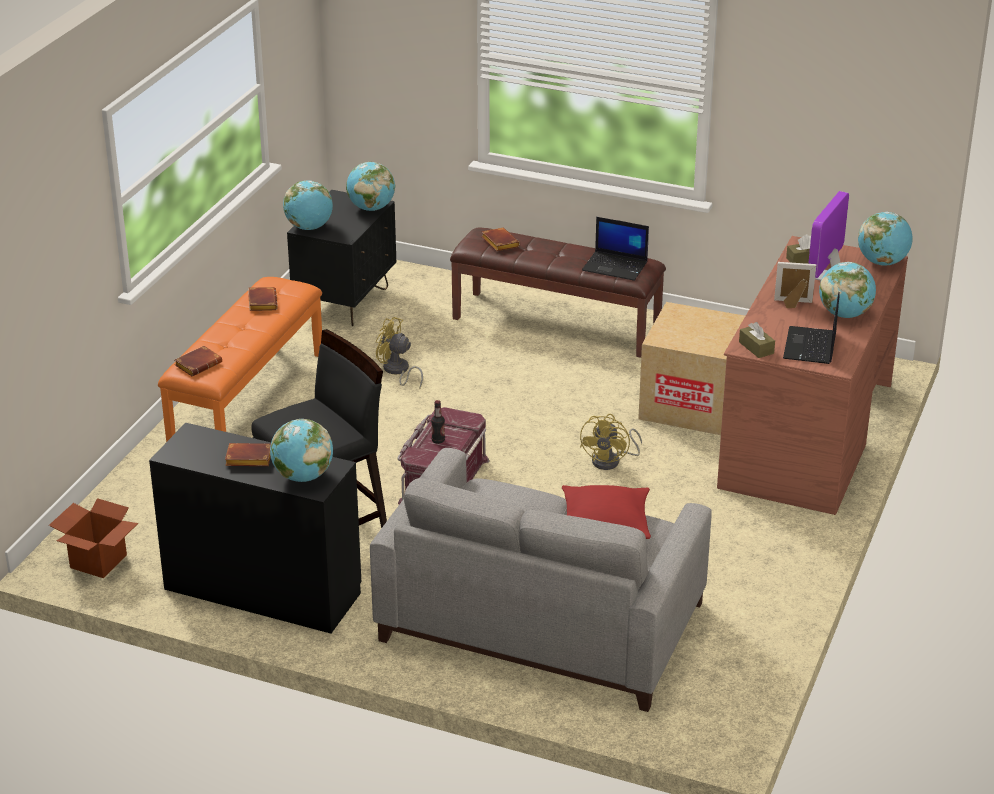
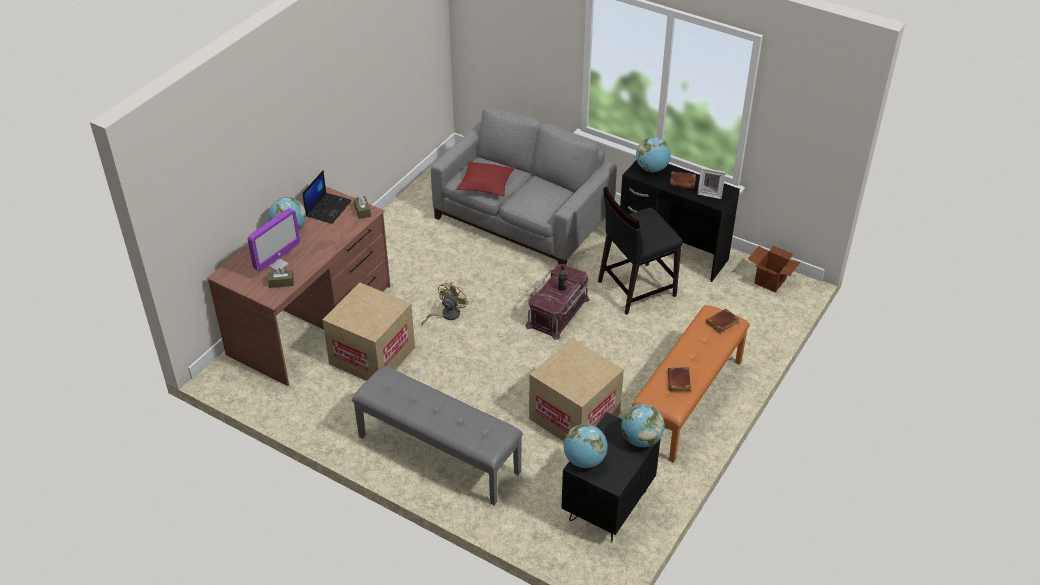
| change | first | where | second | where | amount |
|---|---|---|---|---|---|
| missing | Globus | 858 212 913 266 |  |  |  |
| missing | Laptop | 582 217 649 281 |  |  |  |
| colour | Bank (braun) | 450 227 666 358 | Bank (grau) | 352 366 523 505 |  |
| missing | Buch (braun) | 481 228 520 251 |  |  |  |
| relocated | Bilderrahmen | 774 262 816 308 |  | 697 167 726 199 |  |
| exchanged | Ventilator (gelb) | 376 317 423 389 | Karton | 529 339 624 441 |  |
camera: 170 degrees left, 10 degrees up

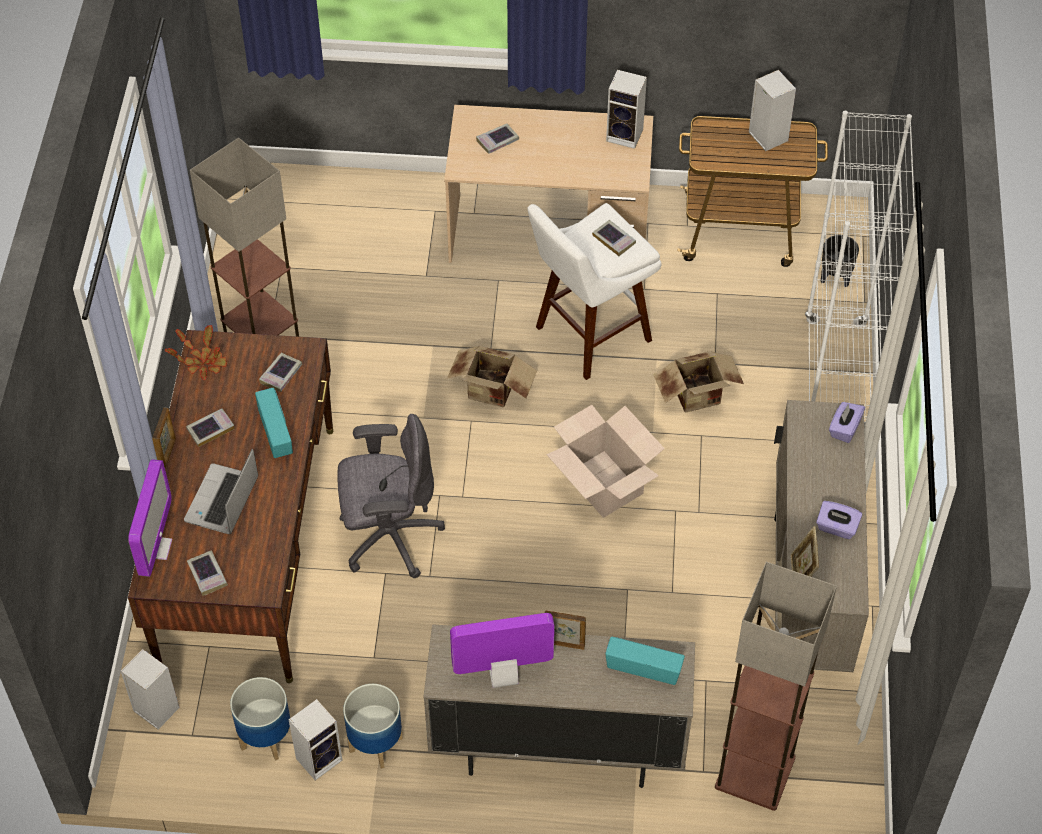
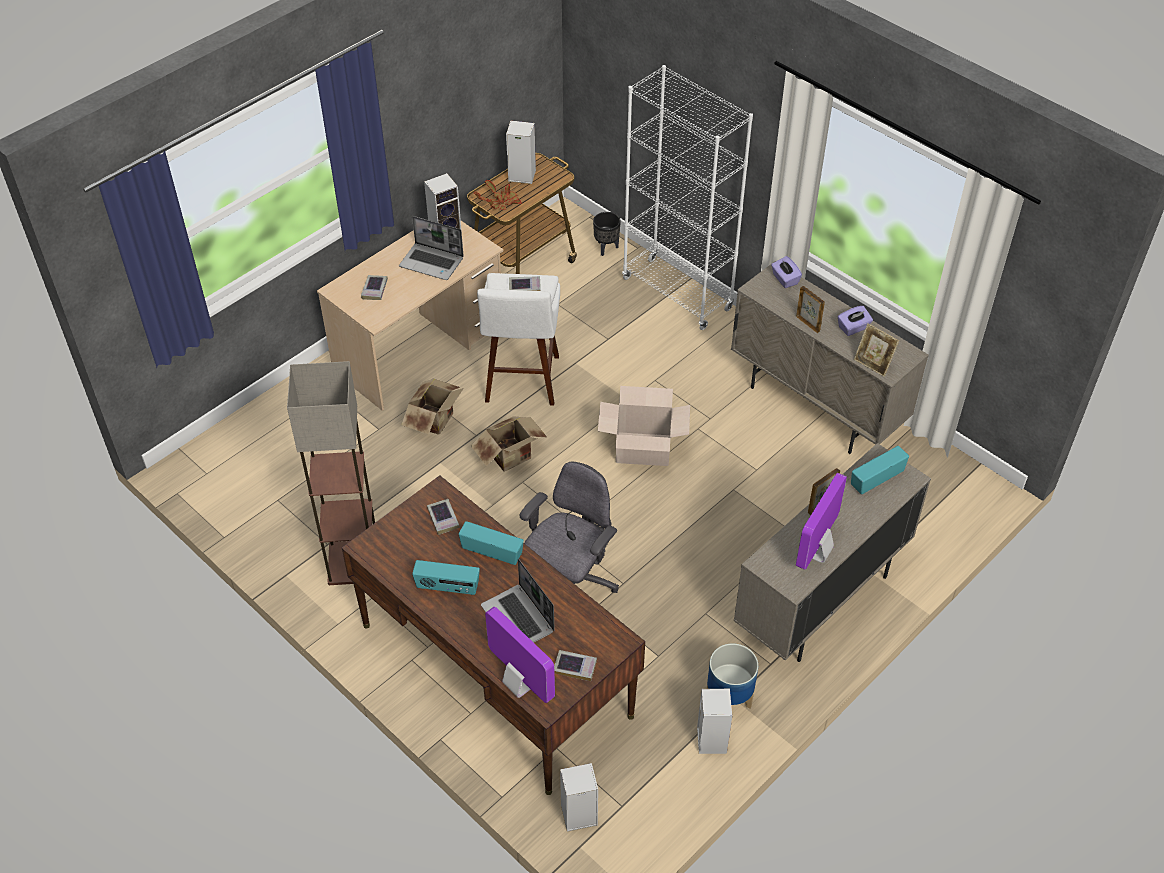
| change | first | where | second | where | amount |
|---|---|---|---|---|---|
| relocated | Topfpflanze | 165 325 227 380 |  | 474 180 522 210 |  |
| relocated | Karton | 654 351 744 413 |  | 401 379 464 435 |  |
| relocated | Bilderrahmen | 152 407 176 468 |  | 796 286 825 333 |  |
| exchanged | Buch | 186 409 235 447 | Radio | 412 560 480 595 |  |
| missing | Stehlampe | 715 562 837 811 |  |  |  |
| missing | Pflanzkübel | 230 677 290 761 |  |  |  |
| appeared |  |  | Laptop | 399 216 464 280 |  |
camera: 50 degrees left, 5 degrees down

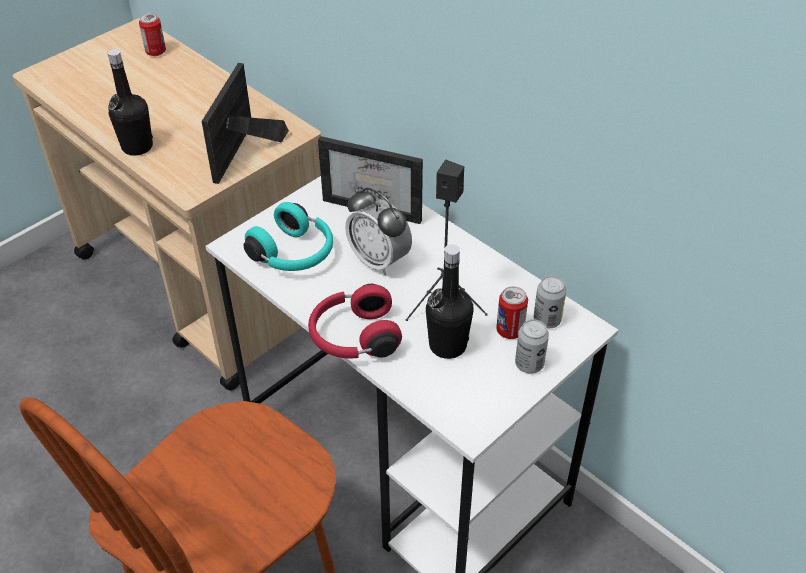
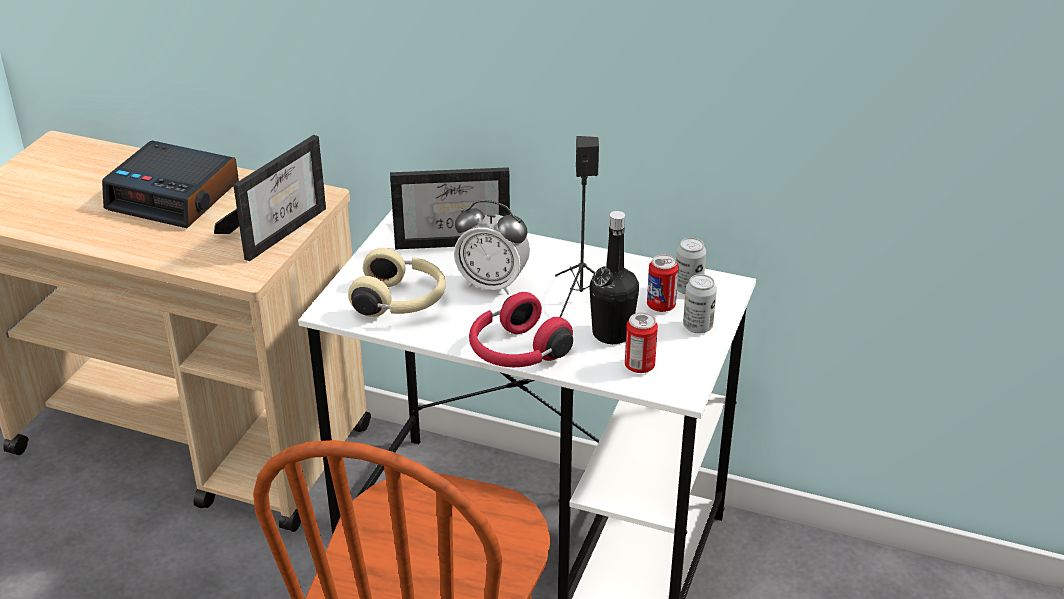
| change | first | where | second | where | amount |
|---|---|---|---|---|---|
| relocated | Dose | 139 13 166 56 |  | 625 313 658 373 |  |
| missing | Flasche (schwarz) | 108 49 153 156 |  |  |  |
| spun | Bilderrahmen | 201 63 289 184 |  | 214 135 326 262 | 135 degrees counterclockwise |
| colour | Kopfhörer (türkis) | 244 202 333 271 | Kopfhörer (beige) | 348 248 446 317 |  |
| appeared |  |  | Wecker | 102 141 239 228 |  |
camera: 25 degrees left, 10 degrees down

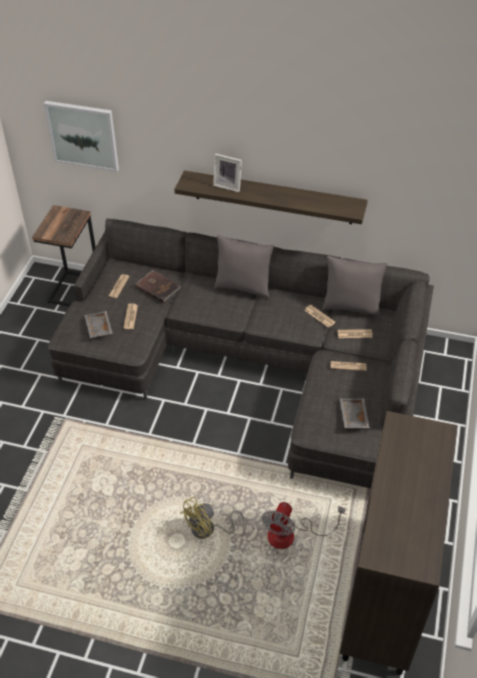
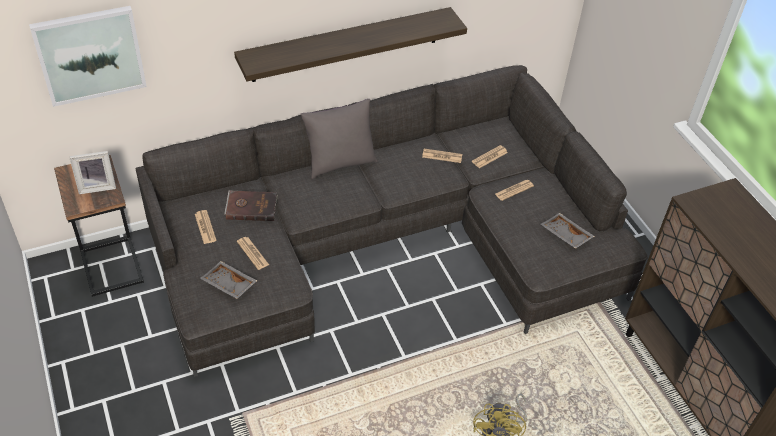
| change | first | where | second | where | amount |
|---|---|---|---|---|---|
| relocated | Bilderrahmen | 213 153 242 192 |  | 69 151 116 194 |  |
| missing | Kissen (grau) | 322 256 388 317 |  |  |  |
| missing | Ventilator | 262 502 345 549 |  |  |  |
camera: 40 degrees left, 0 degrees up

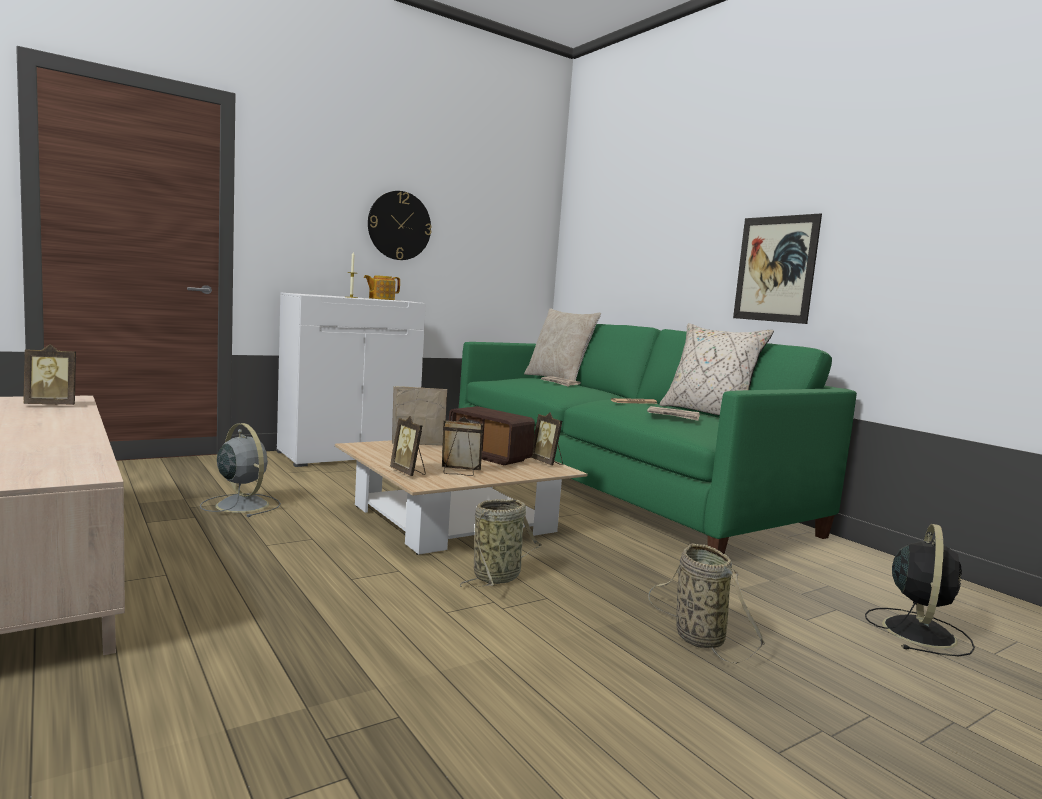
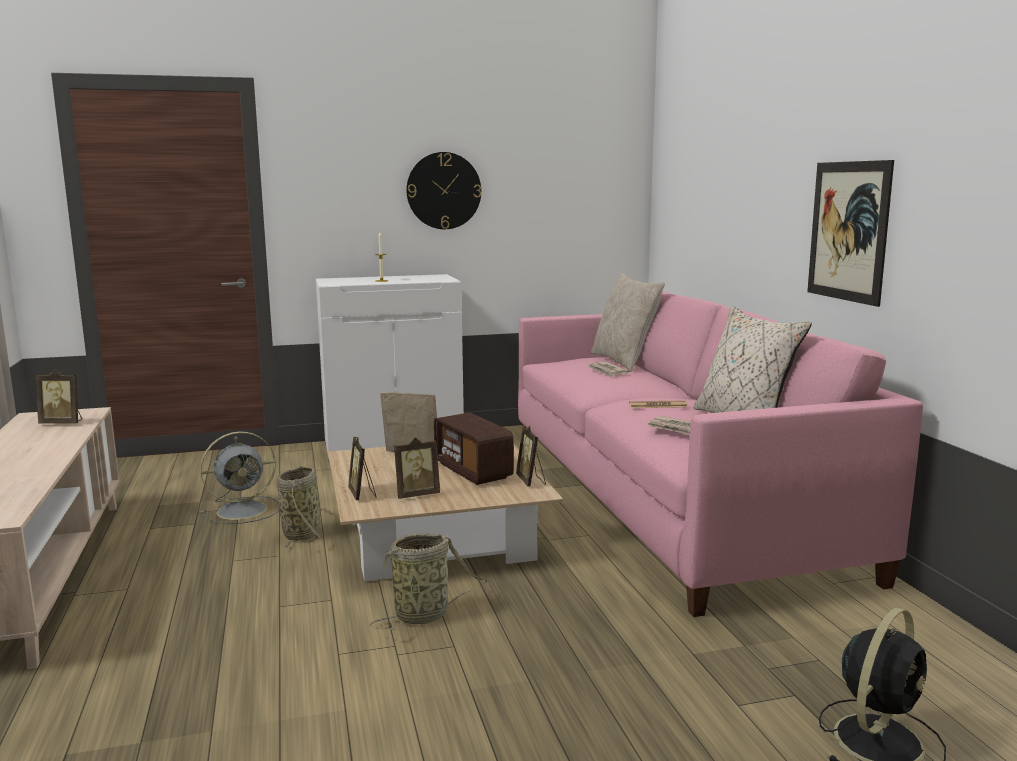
| change | first | where | second | where | amount |
|---|---|---|---|---|---|
| missing | Teekanne | 364 275 400 300 |  |  |  |
| colour | Sofa (grün) | 459 324 857 554 | Sofa (rosa) | 518 291 923 617 |  |
| spun | Bilderrahmen | 442 417 483 476 |  | 394 437 440 499 | 135 degrees clockwise |
| spun | Ventilator (grau) | 200 423 281 517 |  | 200 431 280 524 | 90 degrees clockwise |
| relocated | Korb | 648 544 765 664 |  | 277 466 322 549 |  |
camera: 20 degrees right, 5 degrees up

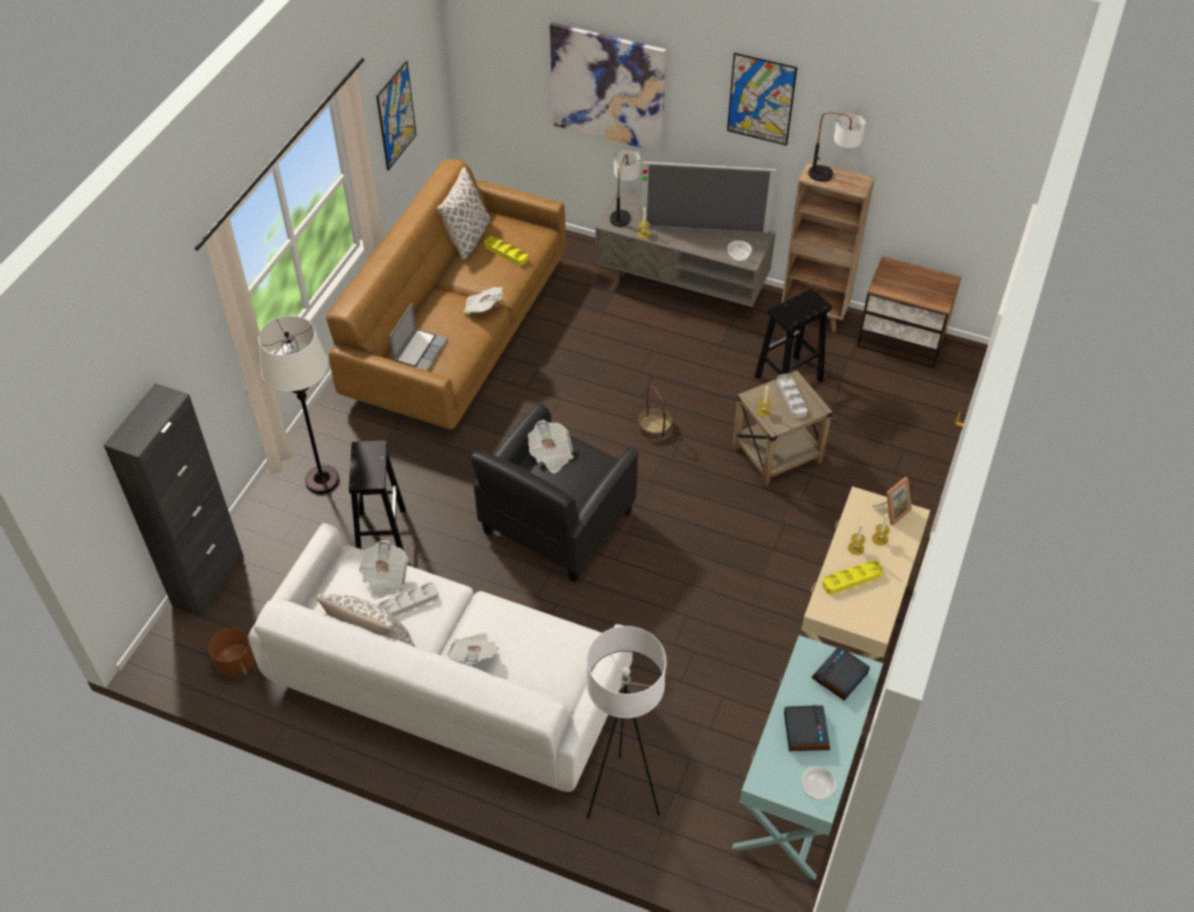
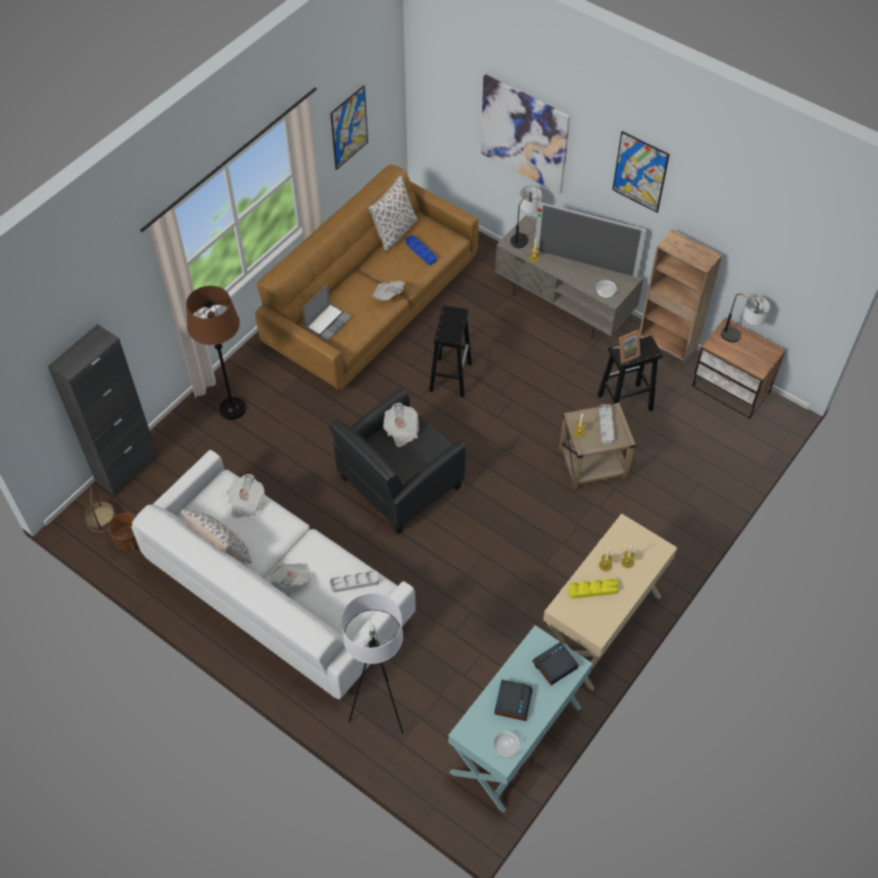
| change | first | where | second | where | amount |
|---|---|---|---|---|---|
| relocated | Tischlampe | 808 112 866 182 |  | 721 294 771 342 |  |
| colour | Tablett (gelb) | 484 236 528 266 | Tablett (blau) | 406 235 437 265 |  |
| colour | Stehlampe (weiß) | 259 316 339 494 | Stehlampe (braun) | 186 286 246 420 |  |
| relocated | Korb | 638 386 673 441 |  | 84 487 116 532 |  |
| relocated | Hocker (schwarz) | 349 440 406 550 |  | 429 306 472 397 |  |
| relocated | Bilderrahmen | 873 477 912 525 |  | 613 330 640 364 |  |
| relocated | Tablett (grau) | 378 582 439 617 |  | 330 570 379 592 |  |
camera: 15 degrees right, 5 degrees up

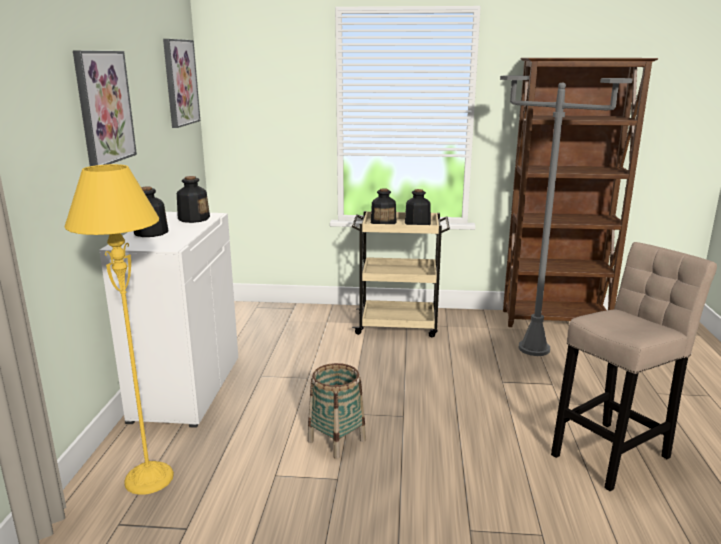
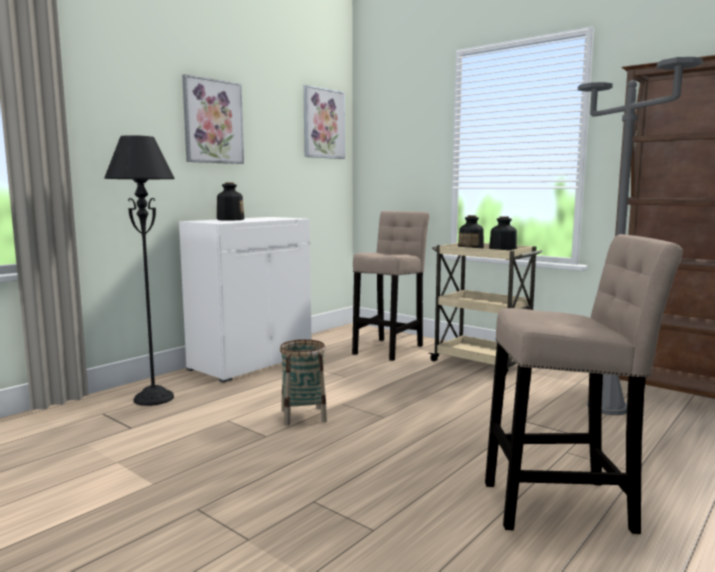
| change | first | where | second | where | amount |
|---|---|---|---|---|---|
| colour | Stehlampe (gelb) | 65 164 174 495 | Stehlampe (schwarz) | 104 135 175 406 |  |
| missing | Flasche | 177 176 210 223 |  |  |  |
| appeared |  |  | Hocker (beige) | 352 211 429 361 |  |
camera: 35 degrees right, 10 degrees down

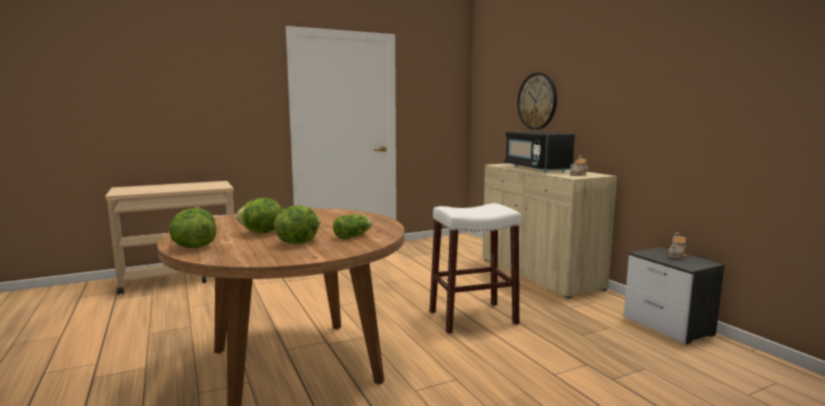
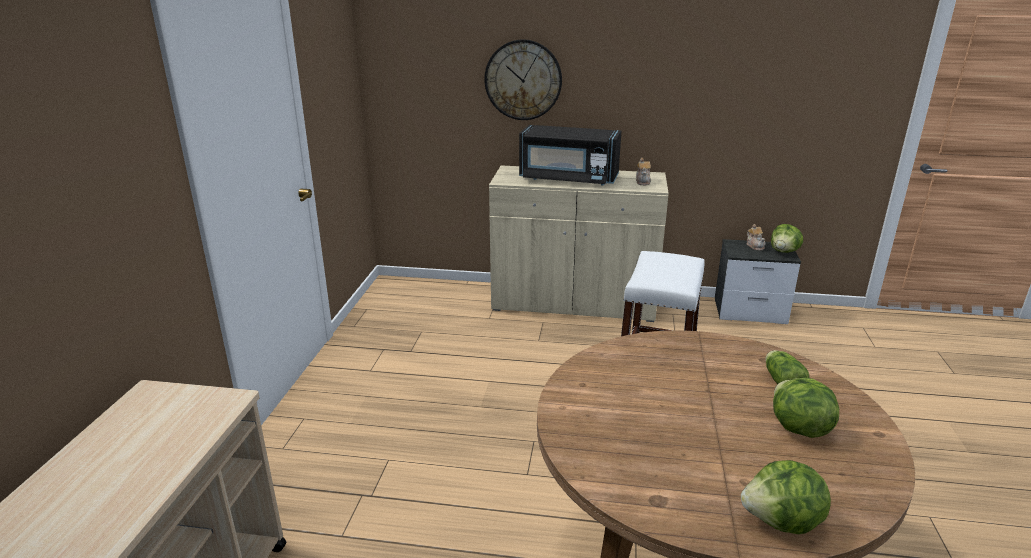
| change | first | where | second | where | amount |
|---|---|---|---|---|---|
| relocated | Salatkopf | 236 198 282 234 |  | 771 224 803 253 |  |
camera: 55 degrees left, 15 degrees up

